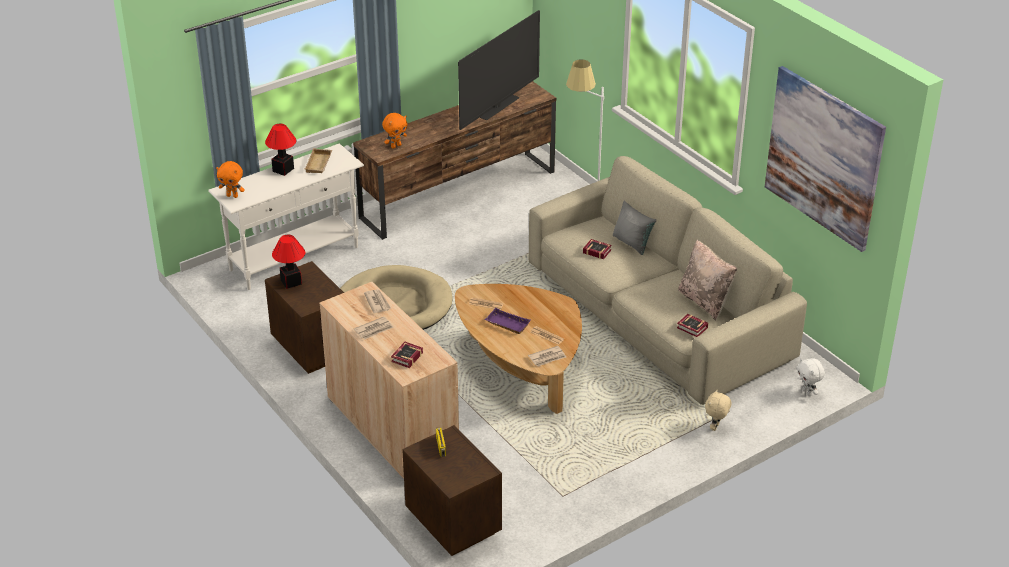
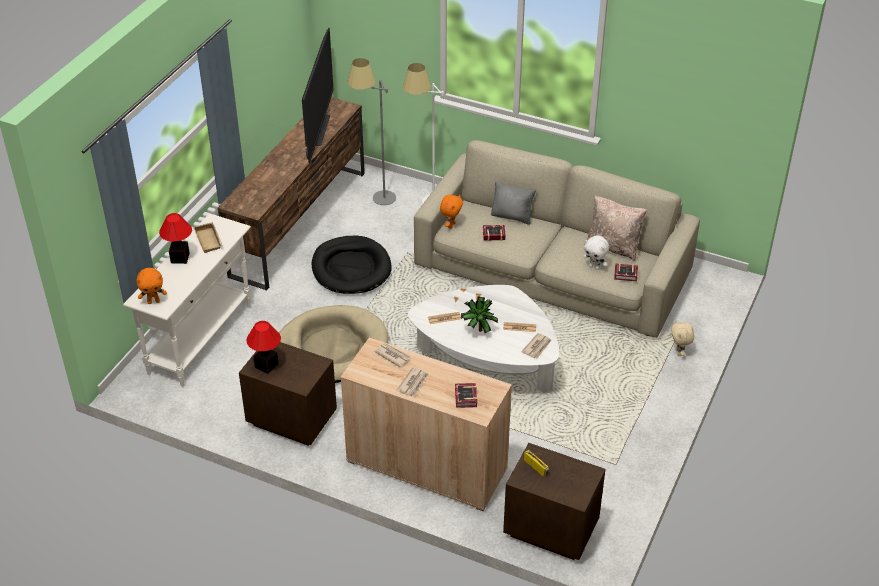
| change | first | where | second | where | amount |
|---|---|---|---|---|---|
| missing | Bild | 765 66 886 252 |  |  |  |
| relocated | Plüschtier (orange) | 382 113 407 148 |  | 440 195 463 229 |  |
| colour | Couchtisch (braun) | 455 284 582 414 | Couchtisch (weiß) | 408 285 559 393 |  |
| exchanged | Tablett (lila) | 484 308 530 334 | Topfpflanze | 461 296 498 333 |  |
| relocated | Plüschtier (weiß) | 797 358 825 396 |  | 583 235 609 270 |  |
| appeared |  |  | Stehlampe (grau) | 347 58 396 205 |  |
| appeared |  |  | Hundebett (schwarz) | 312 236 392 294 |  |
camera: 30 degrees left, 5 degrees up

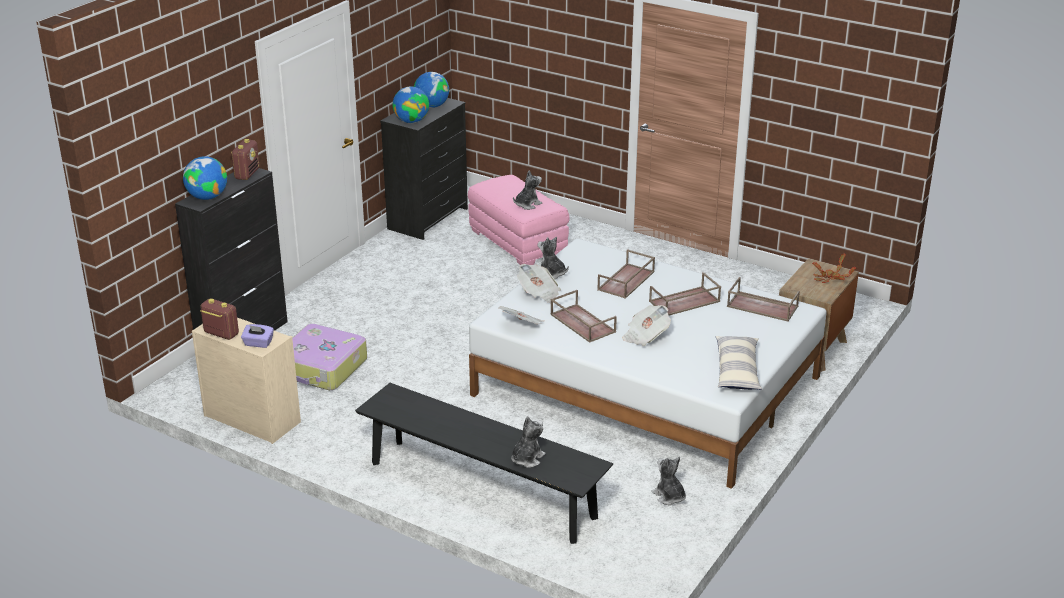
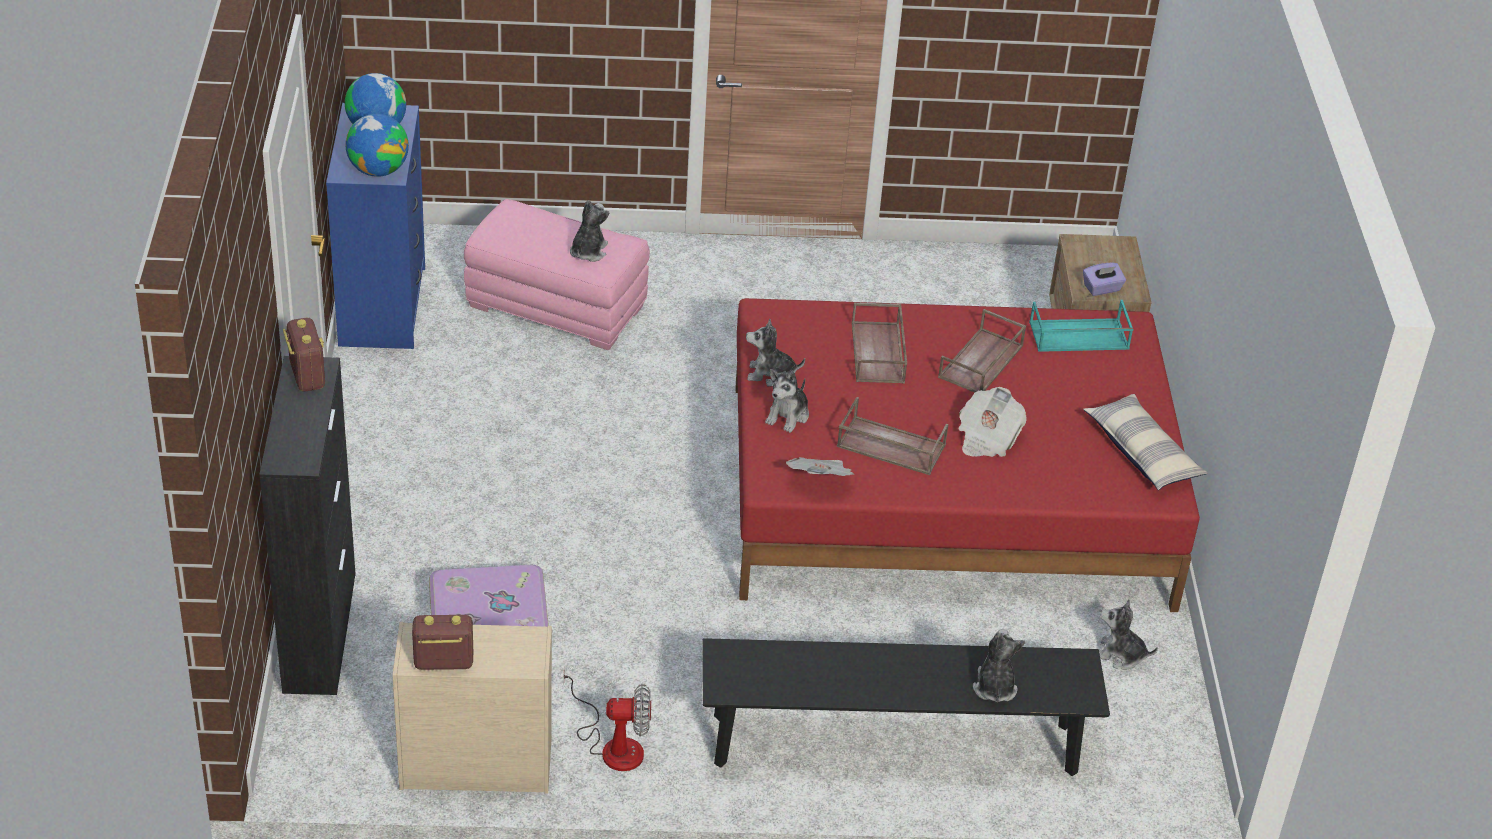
| change | first | where | second | where | amount |
|---|---|---|---|---|---|
| colour | Kommode (schwarz) | 380 98 468 240 | Kommode (blau) | 326 103 425 349 |  |
| missing | Globus | 183 156 227 200 |  |  |  |
| colour | Bett (weiß) | 469 239 827 489 | Bett (rot) | 736 298 1200 612 |  |
| missing | Topfpflanze | 812 253 856 283 |  |  |  |
| exchanged | Zeitung | 517 264 561 303 | Plüschtier | 765 369 809 433 |  |
| colour | Tablett (braun) | 727 277 800 322 | Tablett (türkis) | 1029 300 1133 352 |  |
| relocated | Taschentuchbox (lila) | 241 324 274 348 |  | 1083 262 1126 296 |  |
| appeared |  |  | Ventilator | 564 666 651 771 |  |
camera: 35 degrees left, 10 degrees up

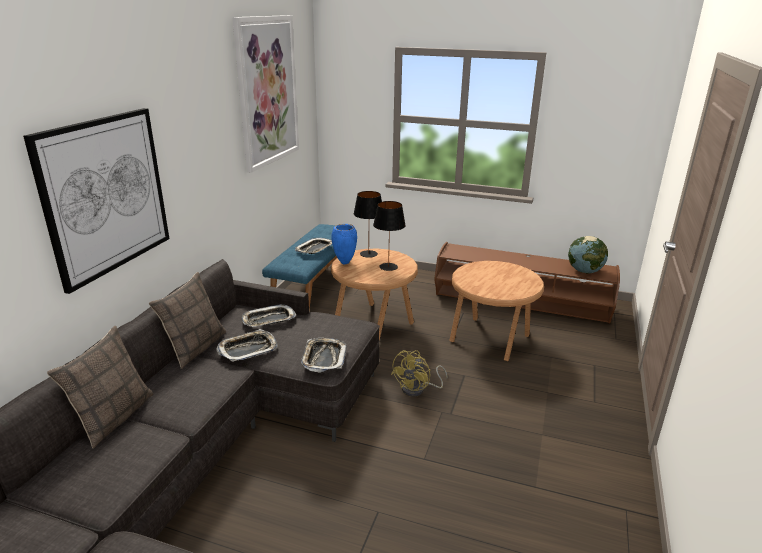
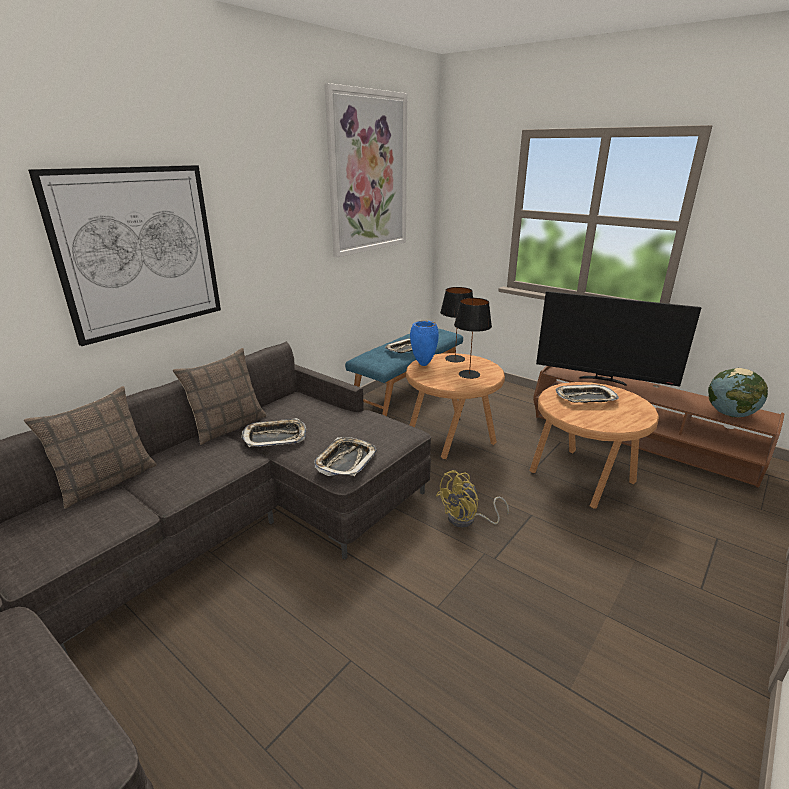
| change | first | where | second | where | amount |
|---|---|---|---|---|---|
| relocated | Tablett | 242 304 296 327 |  | 556 384 619 403 |  |
| appeared |  |  | Fernseher | 536 291 701 387 |  |
camera: 20 degrees right, 0 degrees up

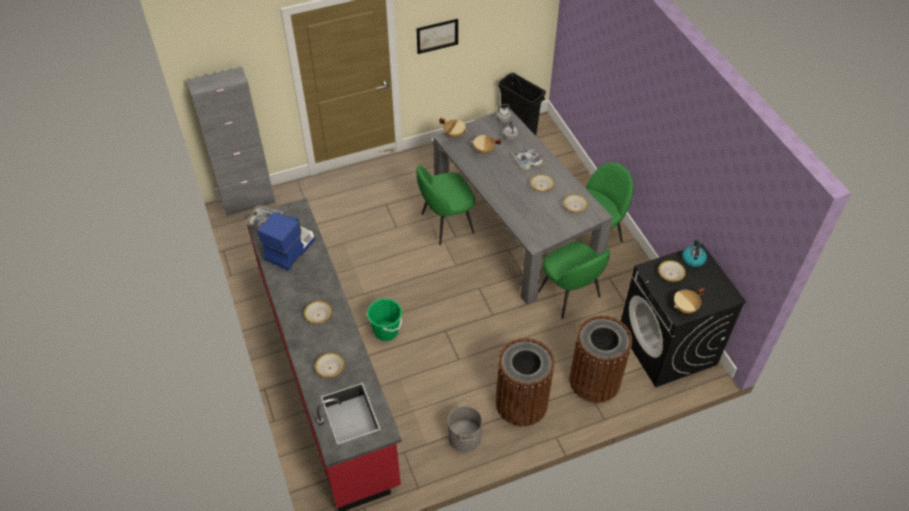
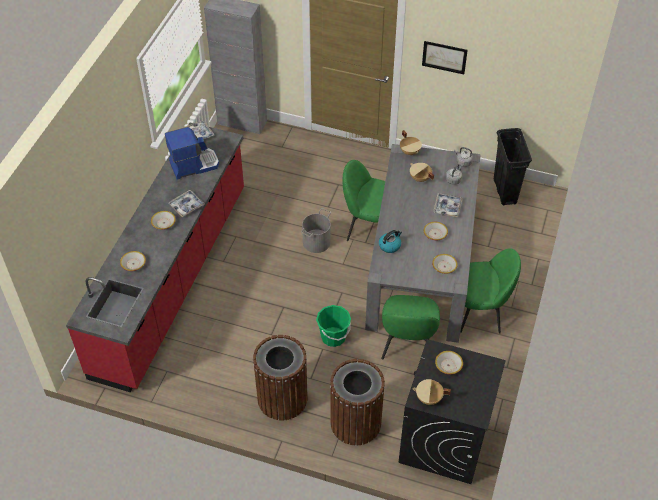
| change | first | where | second | where | amount |
|---|---|---|---|---|---|
| relocated | Wasserkessel | 682 239 707 267 |  | 379 230 402 253 |  |
| relocated | Eimer (grün) | 367 299 402 341 |  | 316 305 351 347 |  |
| relocated | Eimer (grau) | 448 398 482 452 |  | 301 208 331 253 |  |
| appeared |  |  | Tablett | 169 190 205 217 |  |
camera: 40 degrees right, 0 degrees up

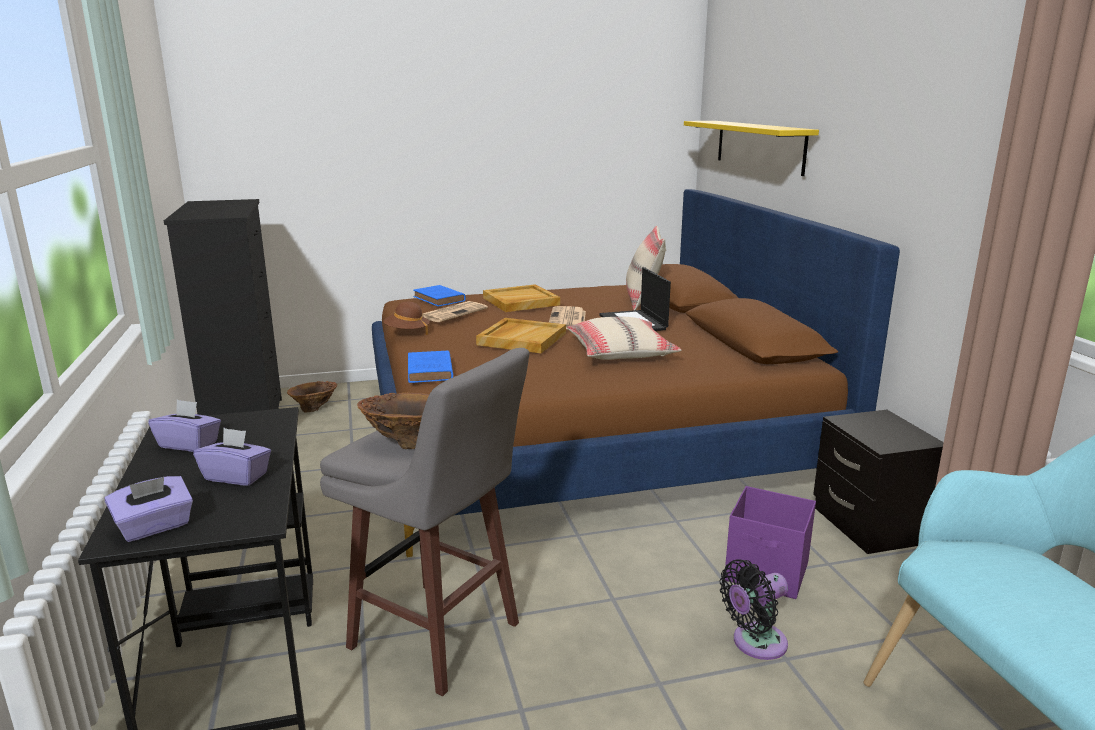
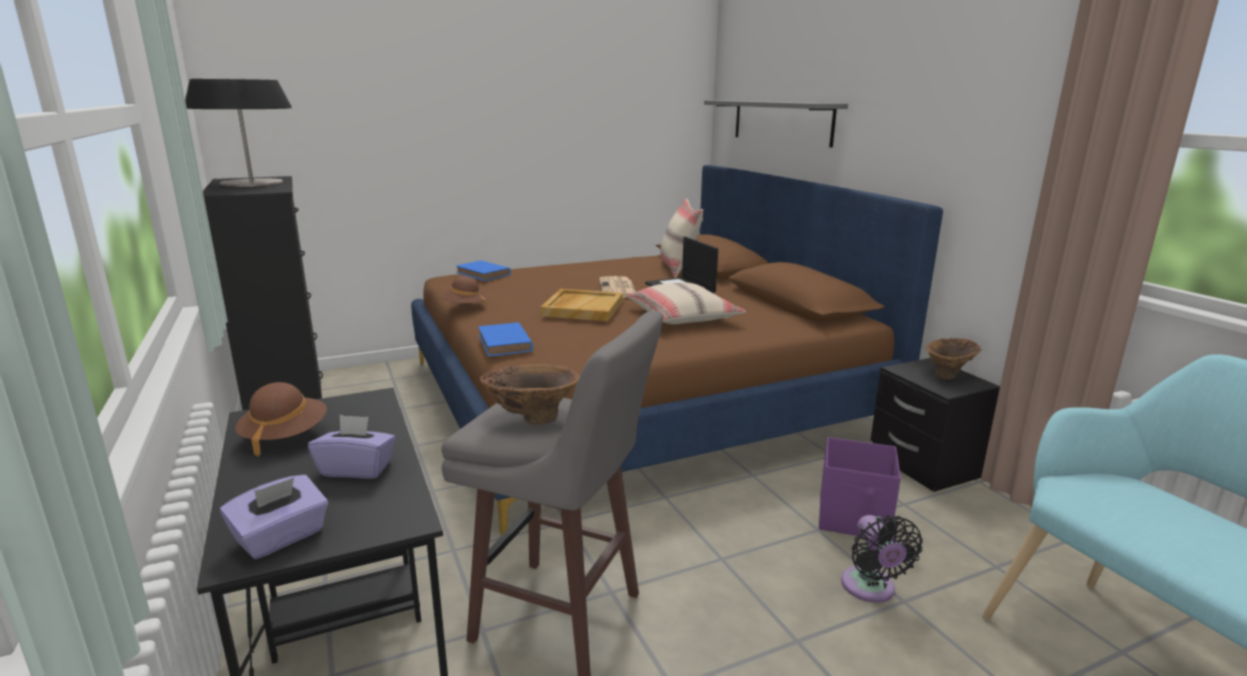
| change | first | where | second | where | amount |
|---|---|---|---|---|---|
| colour | Wandregal (gelb) | 684 121 819 176 | Wandregal (grau) | 704 100 848 148 |  |
| missing | Tablett (beige) | 483 284 560 312 |  |  |  |
| missing | Zeitung | 422 301 488 322 |  |  |  |
| relocated | Vase (braun) | 287 381 337 412 |  | 926 338 982 380 |  |
| exchanged | Taschentuchbox (lila) | 148 400 221 452 | Hut (braun) | 235 382 327 457 |  |
| spun | Ventilator (schwarz) | 719 559 788 660 |  | 841 515 923 603 | 60 degrees counterclockwise |
| appeared |  |  | Tischlampe | 185 79 292 187 |  |
camera: 10 degrees left, 0 degrees up

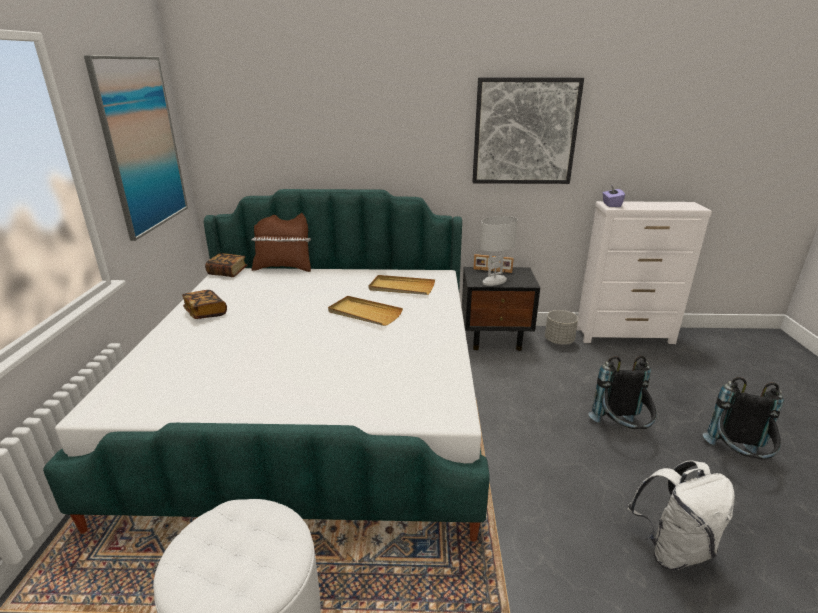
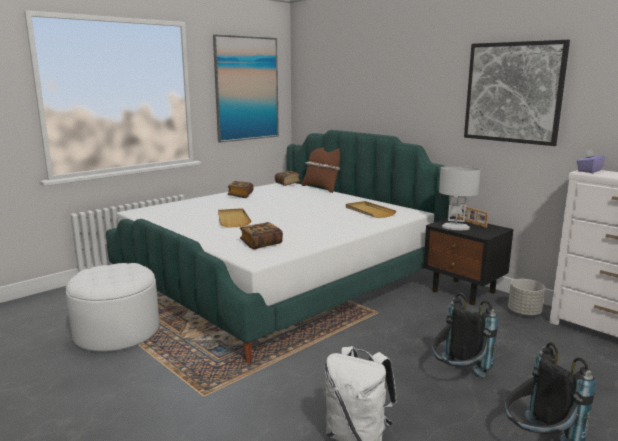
| change | first | where | second | where | amount |
|---|---|---|---|---|---|
| relocated | Tablett (beige) | 328 296 403 326 |  | 218 208 251 227 |  |
| appeared |  |  | Buch | 240 222 283 249 |  |
camera: 45 degrees right, 10 degrees down

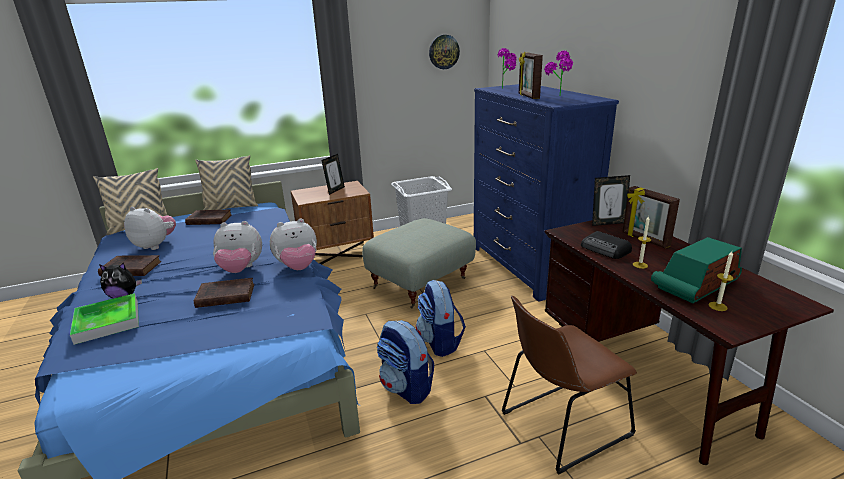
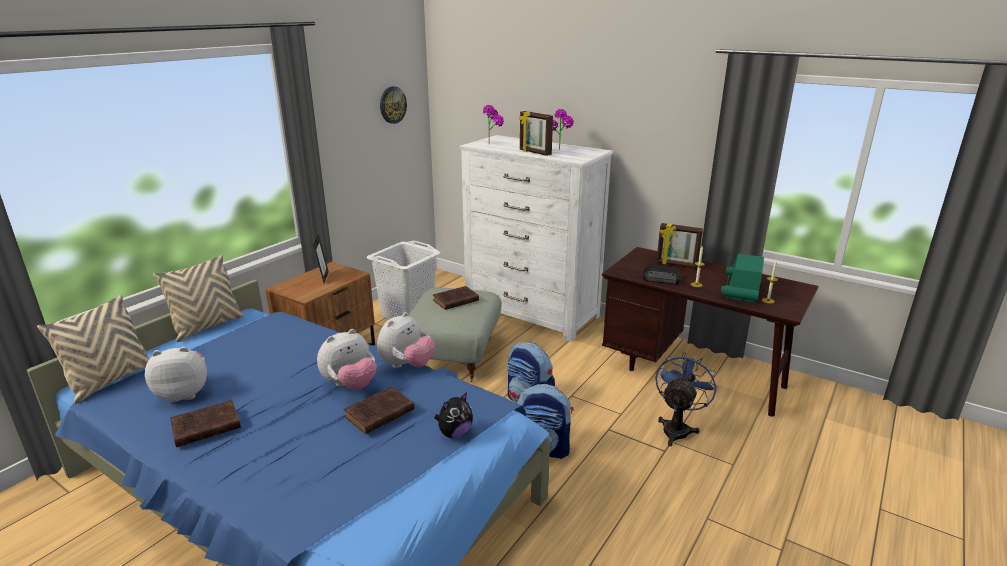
| change | first | where | second | where | amount |
|---|---|---|---|---|---|
| colour | Kommode (blau) | 474 84 619 302 | Kommode (weiß) | 460 135 613 342 |  |
| missing | Bilderrahmen | 592 175 630 226 |  |  |  |
| relocated | Buch (braun) | 185 209 232 225 |  | 433 286 479 310 |  |
| relocated | Plüschtier | 99 263 142 298 |  | 434 392 473 438 |  |
| missing | Tablett | 70 293 139 345 |  |  |  |
| exchanged | Stuhl (braun) | 502 296 637 475 | Ventilator (blau) | 655 352 718 446 |  |
camera: 35 degrees left, 0 degrees up

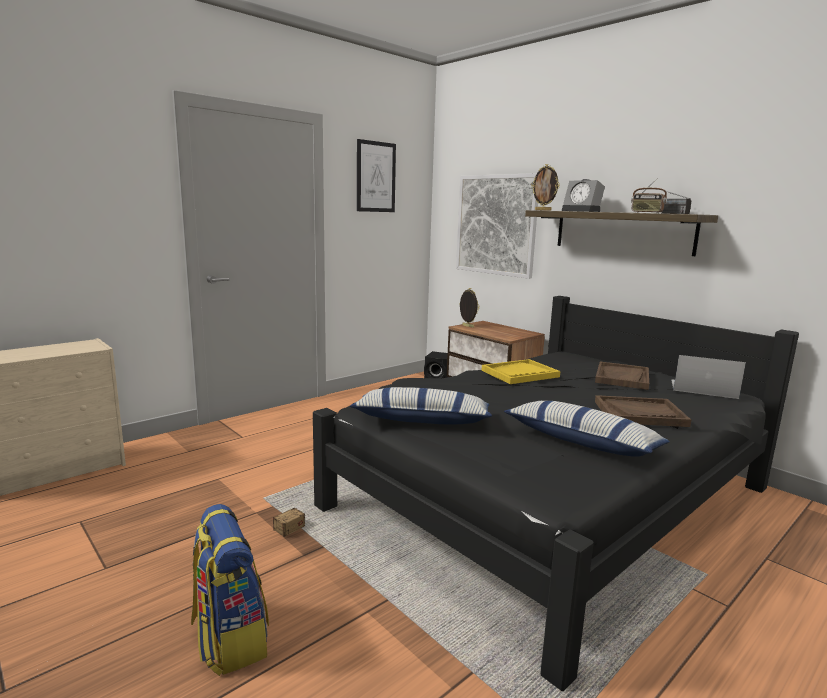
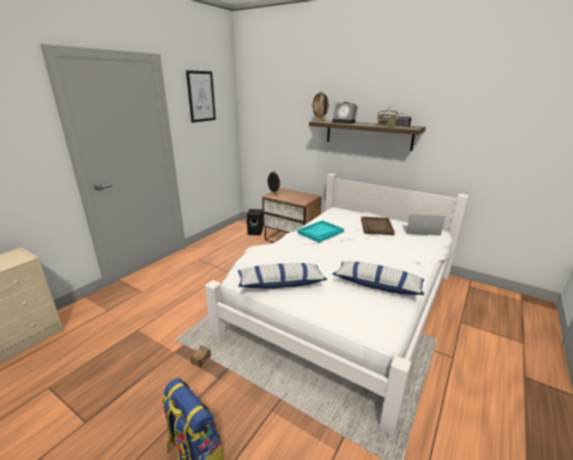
| change | first | where | second | where | amount |
|---|---|---|---|---|---|
| missing | Bild | 456 173 538 279 |  |  |  |
| colour | Bett (schwarz) | 313 296 799 691 | Bett (weiß) | 205 173 469 435 |  |
| colour | Tablett (gelb) | 482 359 561 384 | Tablett (türkis) | 297 220 344 243 |  |
| missing | Tablett (braun) | 595 395 691 427 |  |  |  |
camera: 15 degrees left, 10 degrees up

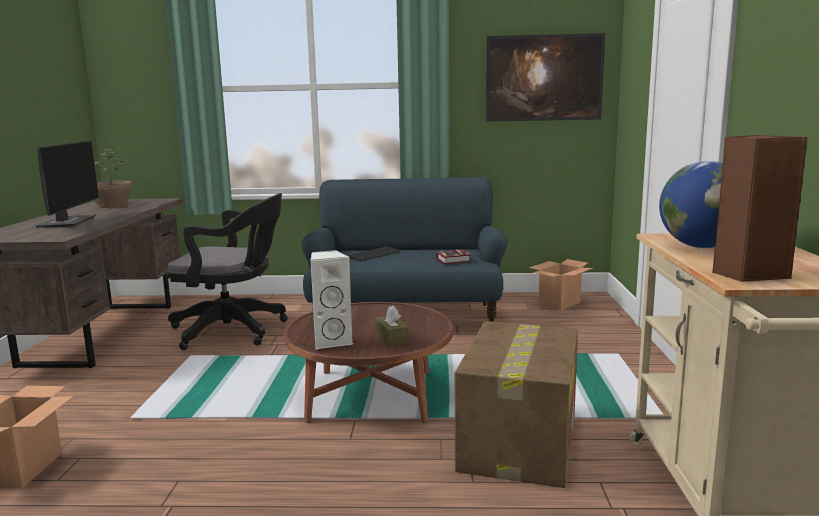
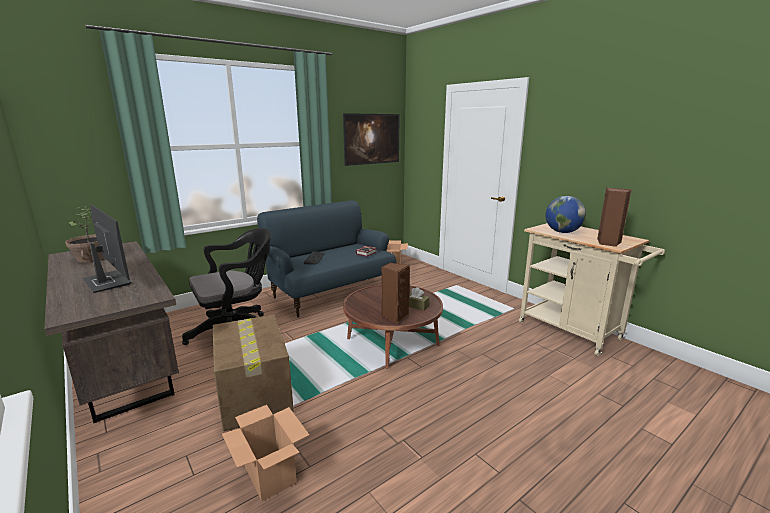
| change | first | where | second | where | amount |
|---|---|---|---|---|---|
| colour | Lautsprecher (weiß) | 310 250 353 349 | Lautsprecher (braun) | 382 263 410 323 |  |
| relocated | Karton | 455 321 578 488 |  | 213 314 294 431 |  |
camera: 40 degrees left, 5 degrees up

